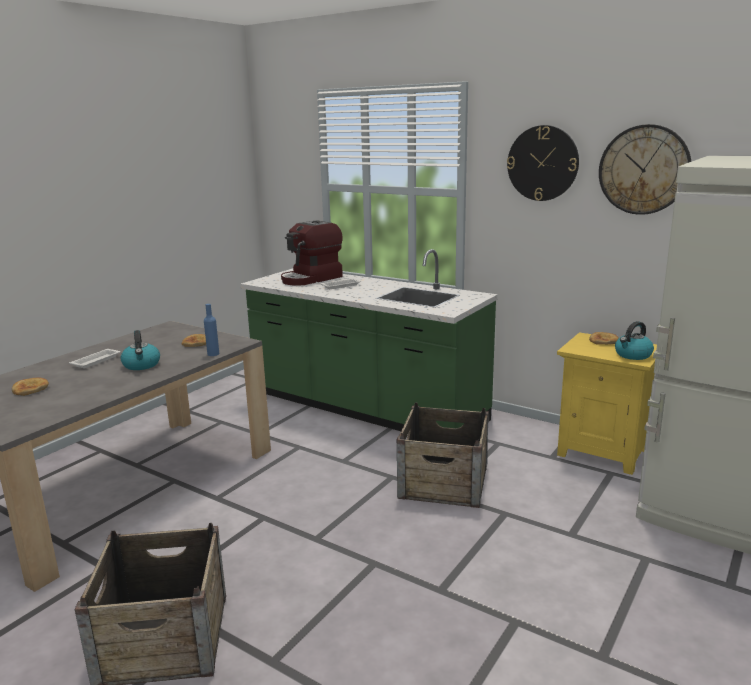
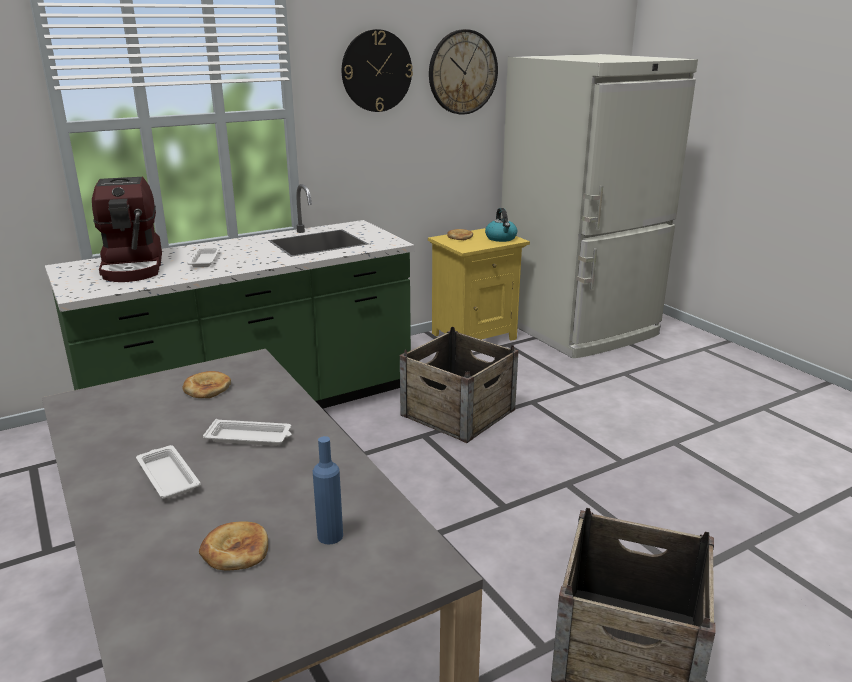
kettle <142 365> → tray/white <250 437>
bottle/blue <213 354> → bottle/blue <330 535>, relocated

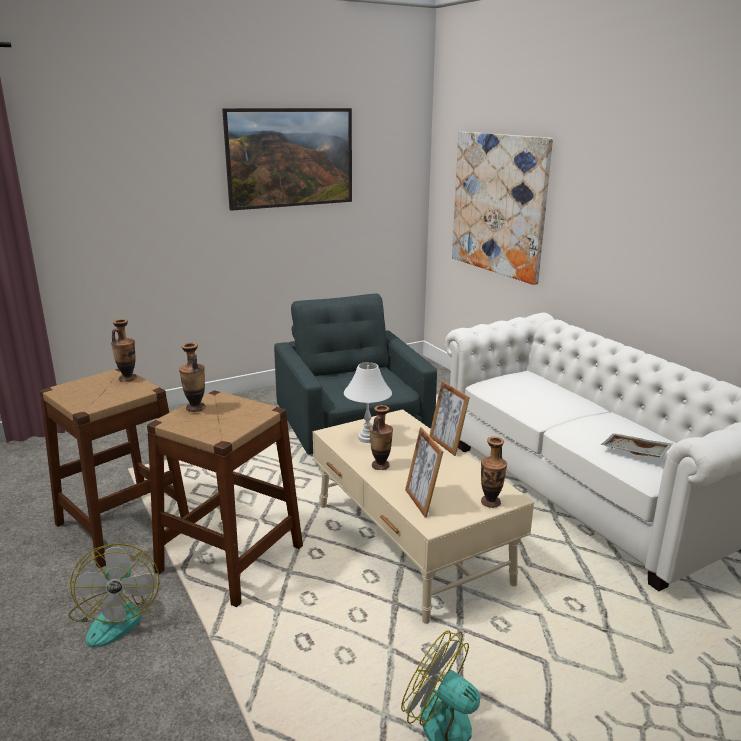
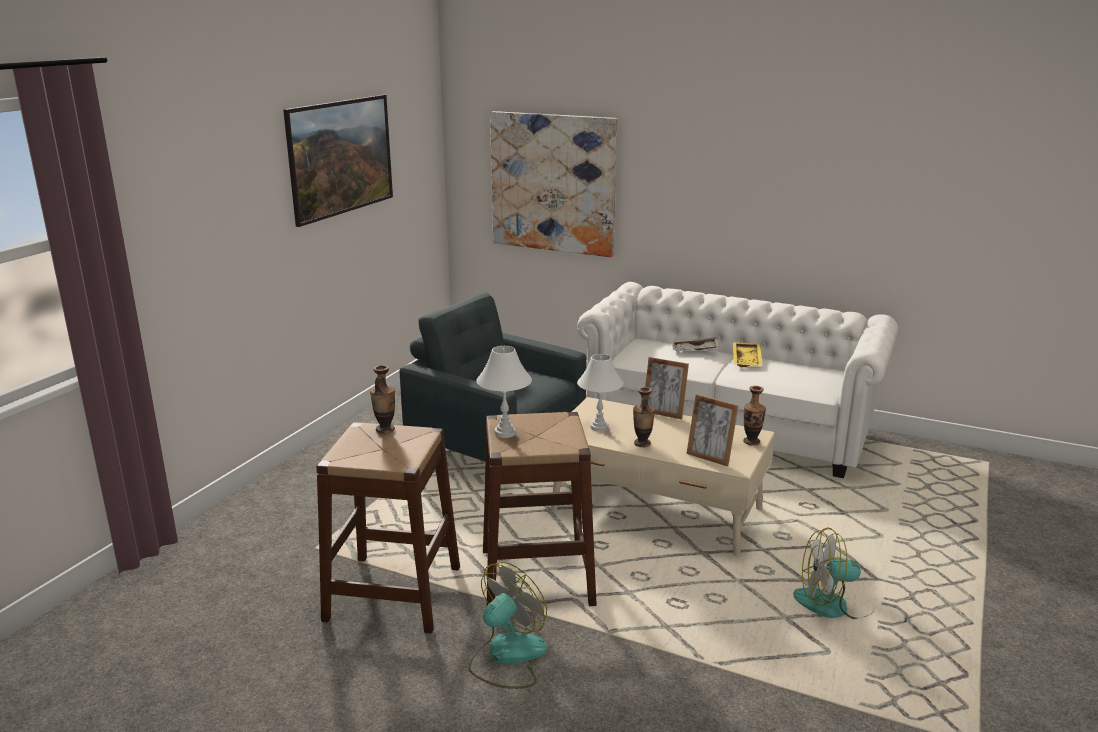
fan <115 616> → fan <507 656>, 90 degrees counterclockwise
vase <195 408> → table lamp/white <504 433>
tray/grey <634 453> → tray/grey <694 350>, relocated
- → tray/yellow <747 360>

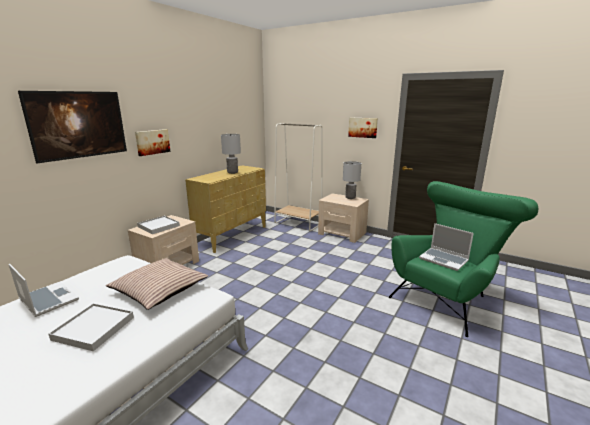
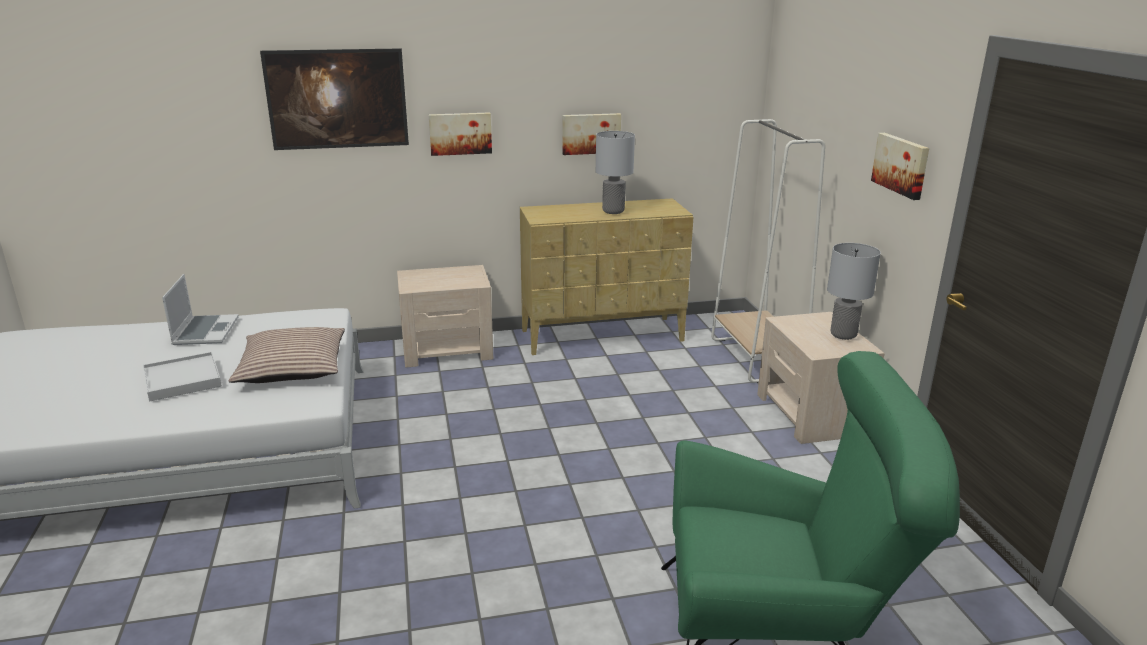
- → picture <591 133>
tray/white <159 226> → -
laptop <444 260> → -

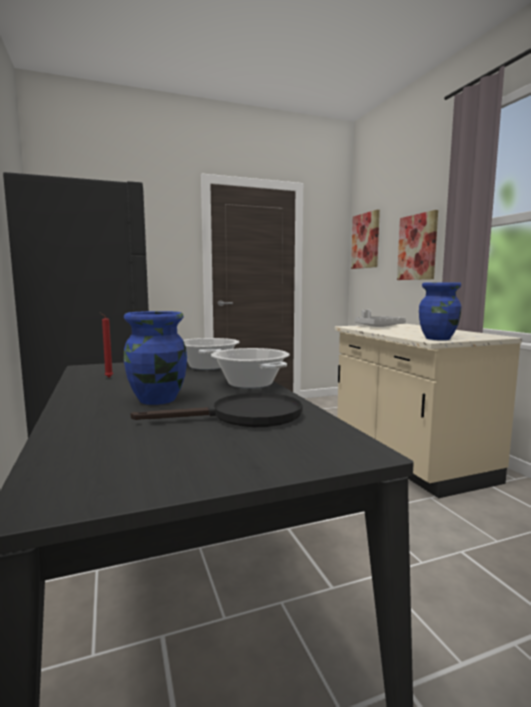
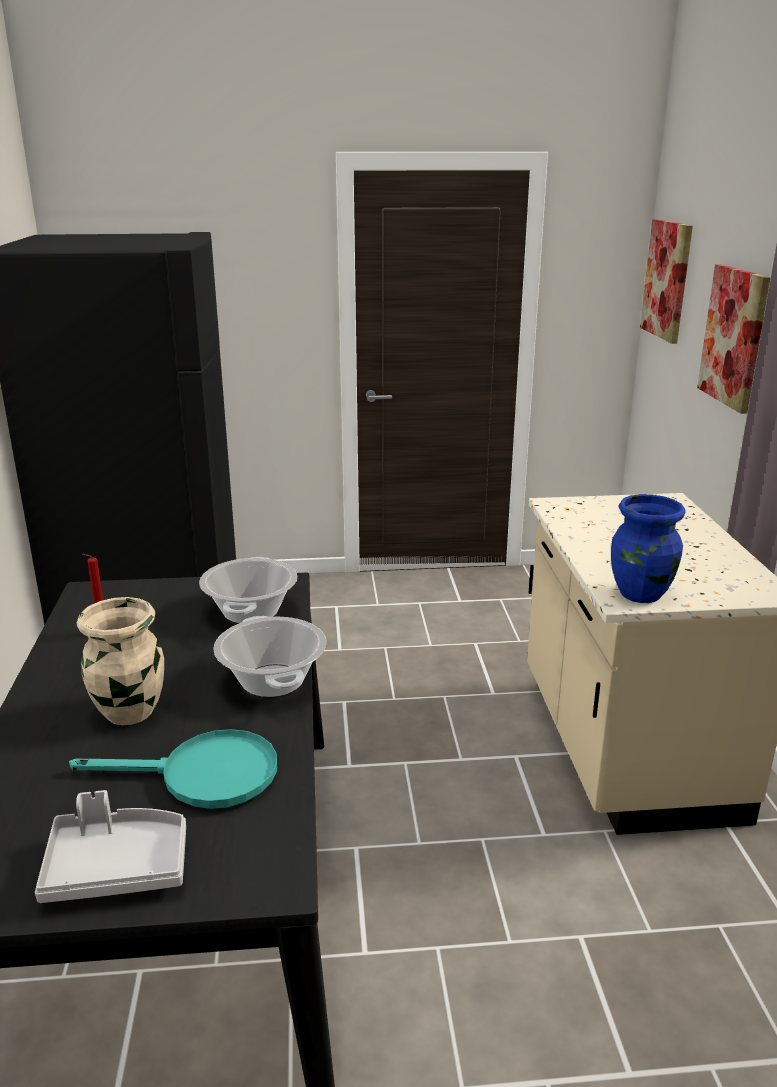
tray/grey <379 327> → tray/grey <117 867>, relocated
frying pan/black <243 416> → frying pan/turquoise <203 775>
vase/blue <157 400> → vase/beige <129 712>

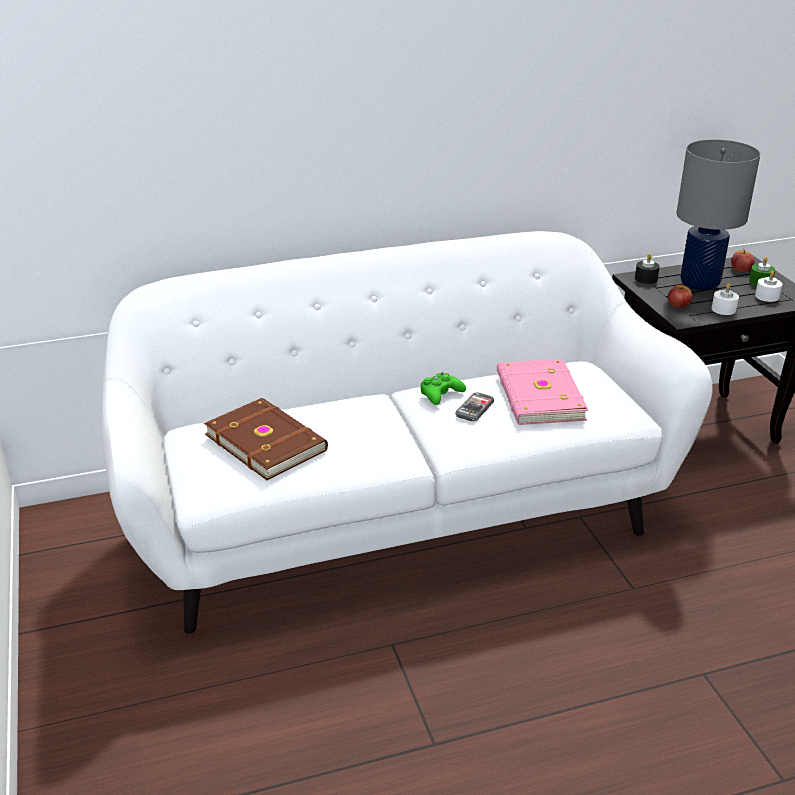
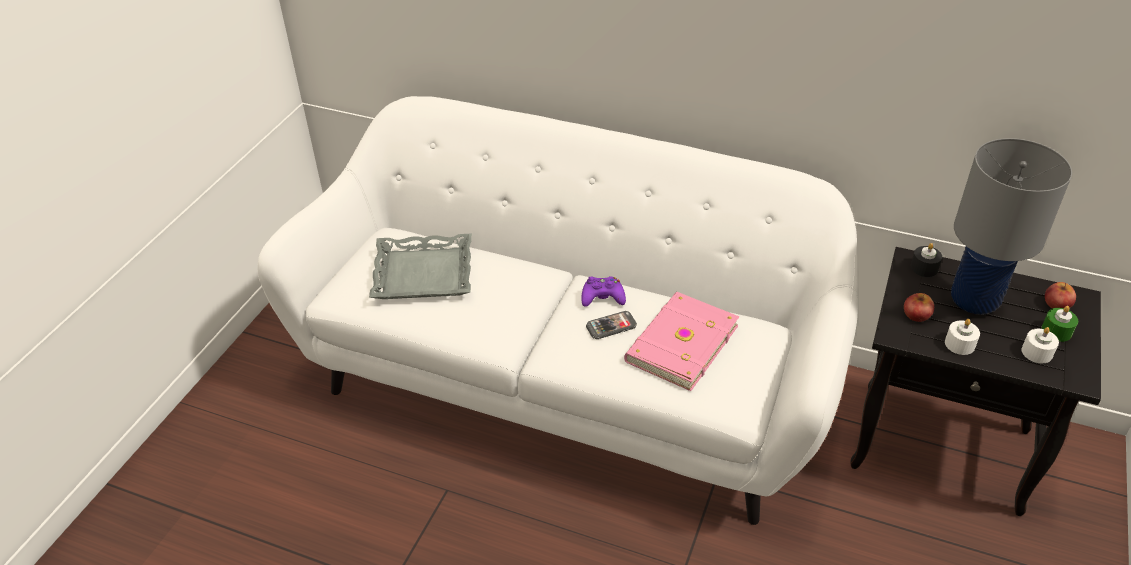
book/brown <267 441> → tray/grey <423 273>
game controller/green <440 394> → game controller/purple <602 297>

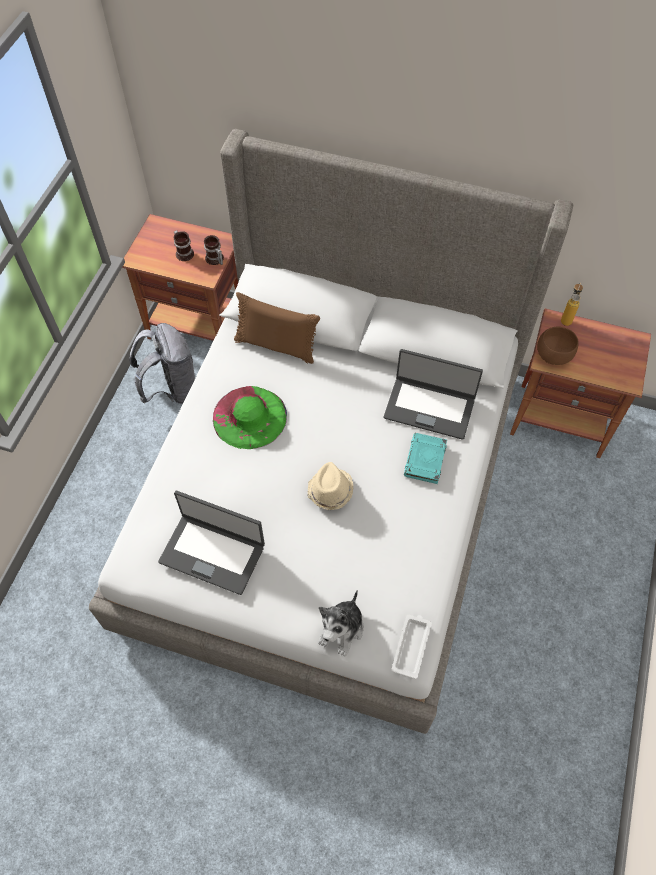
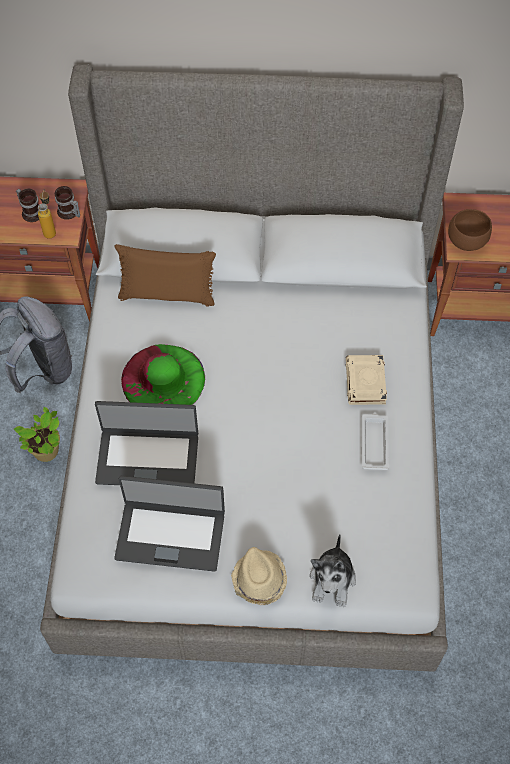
- → potted plant <48 452>
bottle <567 318> → bottle <50 230>, relocated
laptop <429 407> → laptop <147 457>, relocated
hat/beige <330 491> → hat/beige <259 580>, relocated
book/turquoise <425 460> → book/beige <366 382>
tray/white <411 646> → tray/white <374 443>, relocated

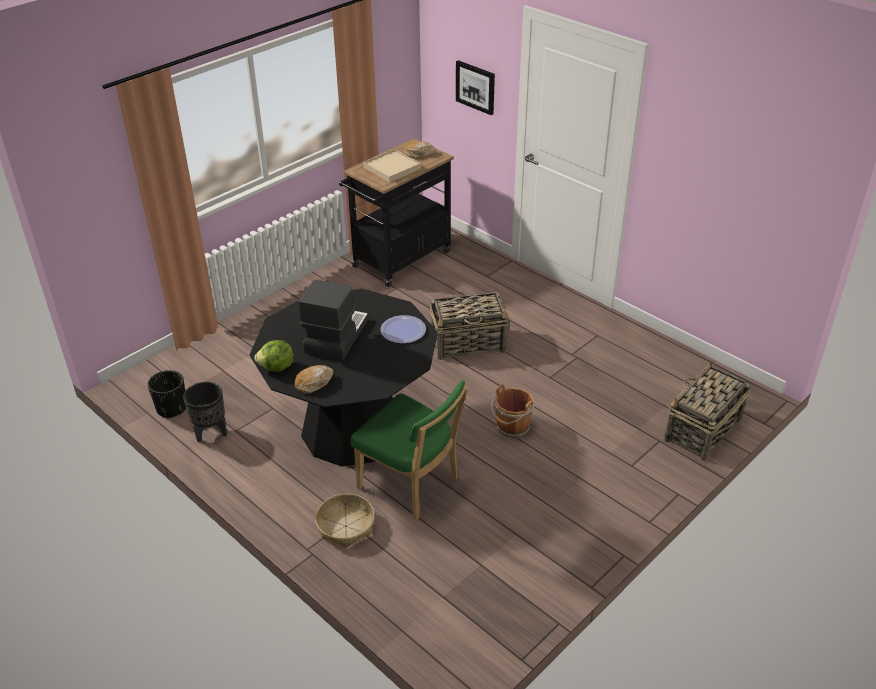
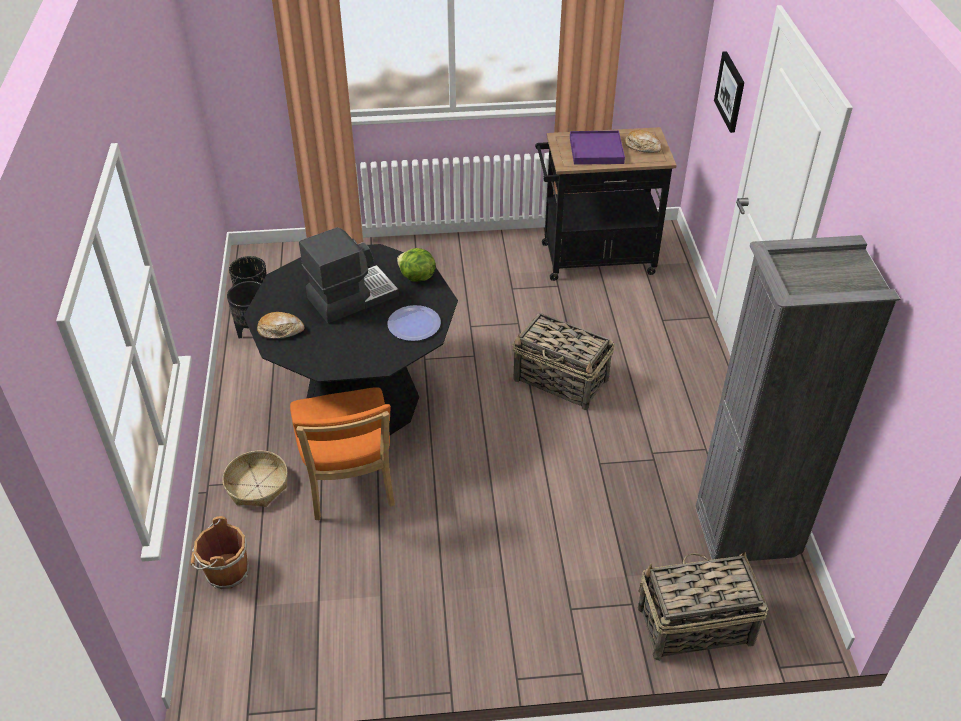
bucket/brown <512 427> → bucket/brown <225 572>, relocated
chair/green <411 485> → chair/orange <349 486>
lettuce <277 368> → lettuce <416 277>, relocated
tray/beige <392 168> → tray/purple <596 150>
- → cabinet/grey <746 532>

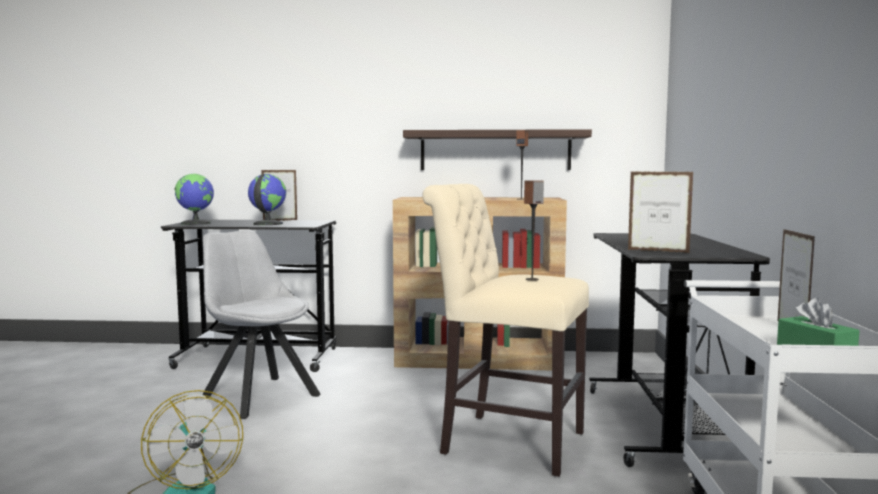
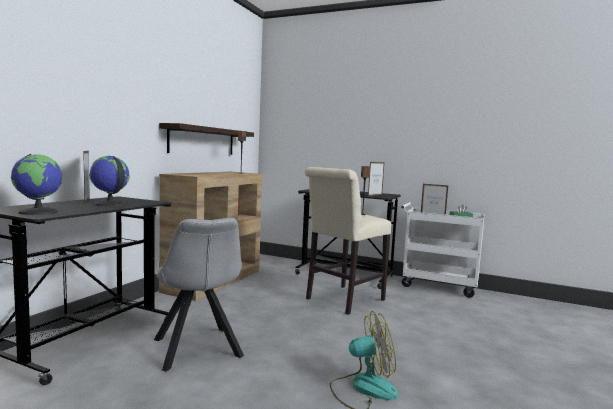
chair/grey <259 396> → chair/grey <198 349>, 90 degrees counterclockwise

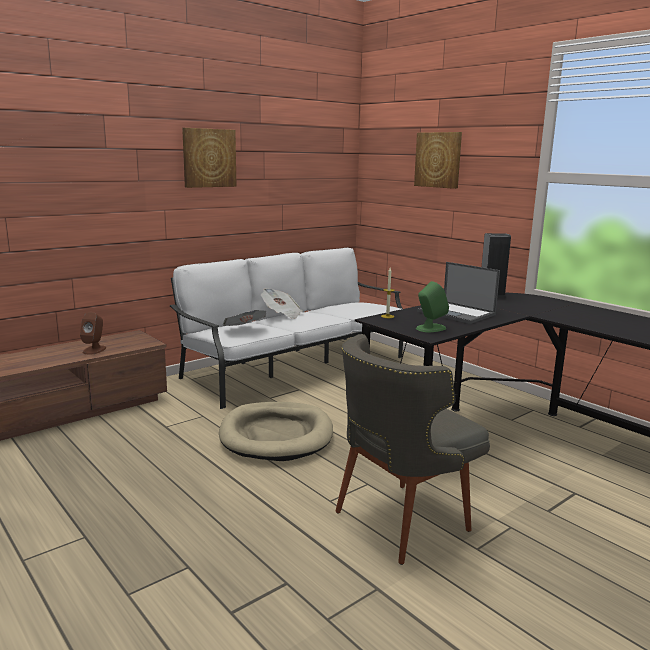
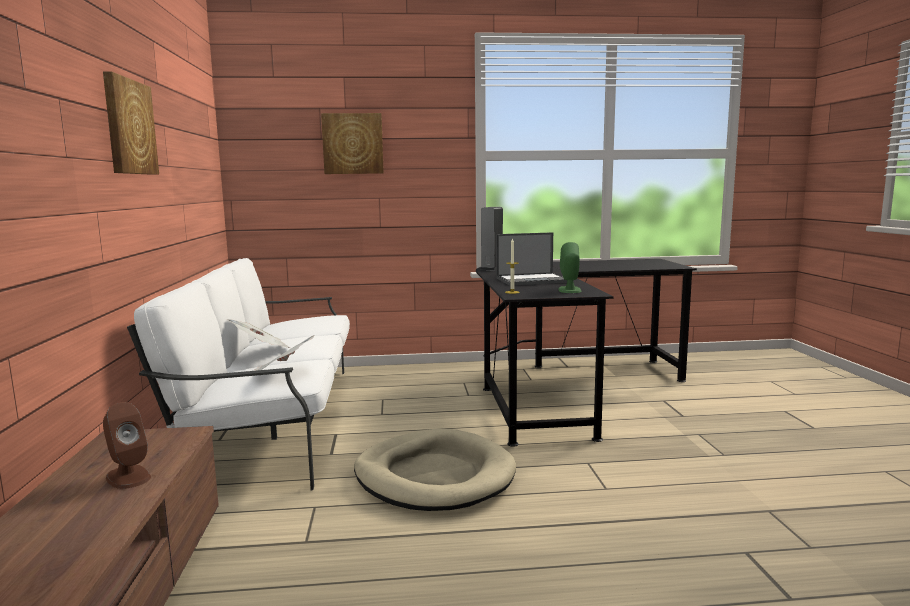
chair/grey <402 521> → -

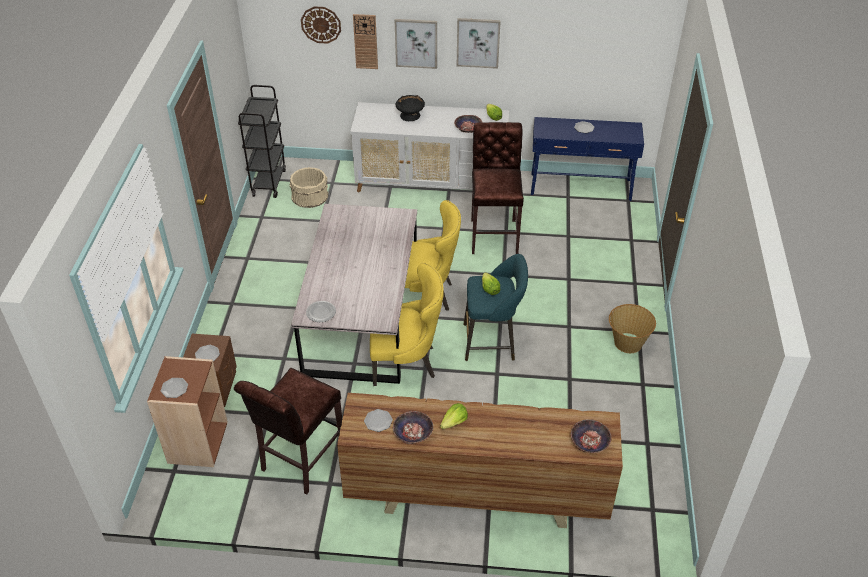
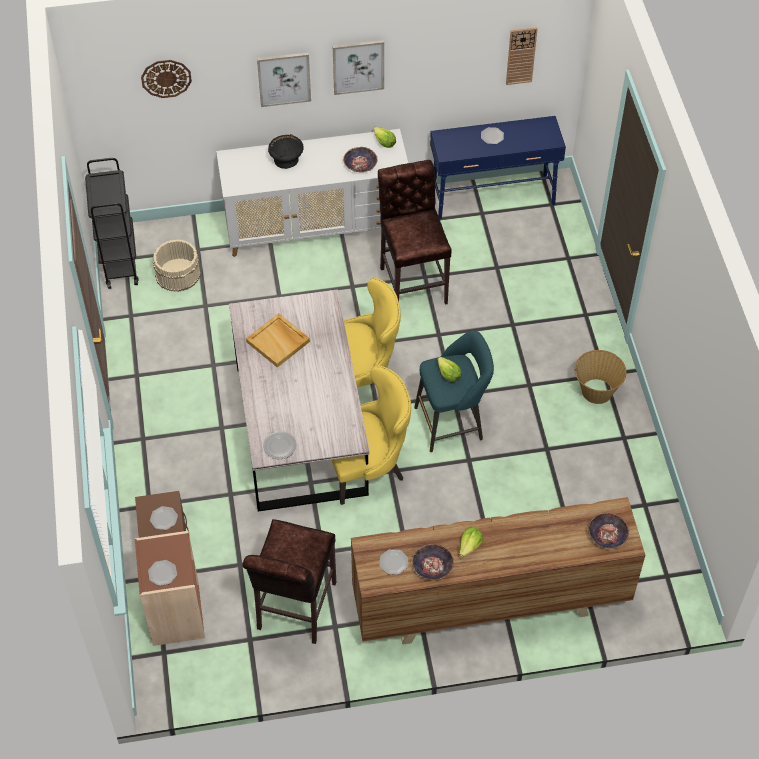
- → tray/beige <278 342>
wall clock <365 41> → wall clock <521 55>, relocated

